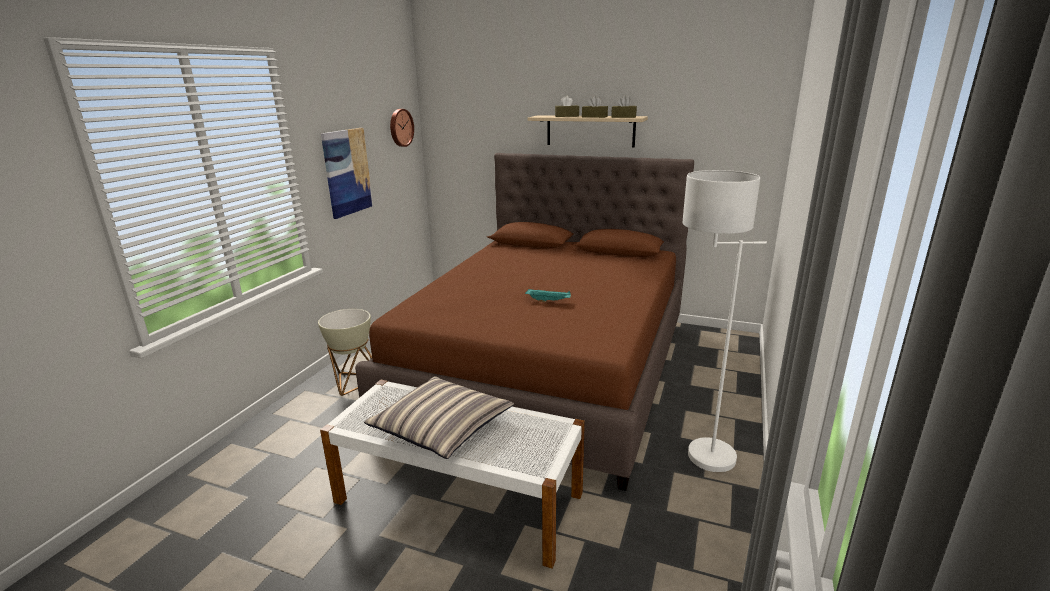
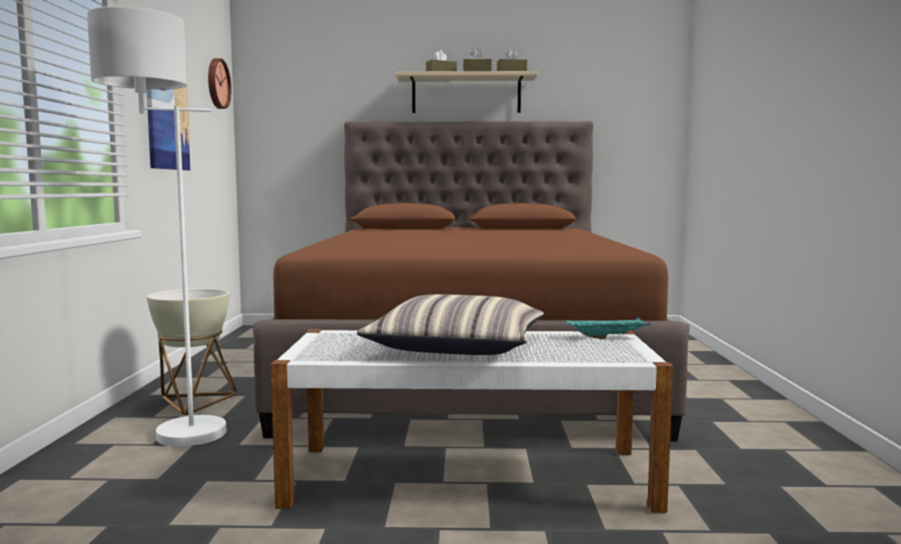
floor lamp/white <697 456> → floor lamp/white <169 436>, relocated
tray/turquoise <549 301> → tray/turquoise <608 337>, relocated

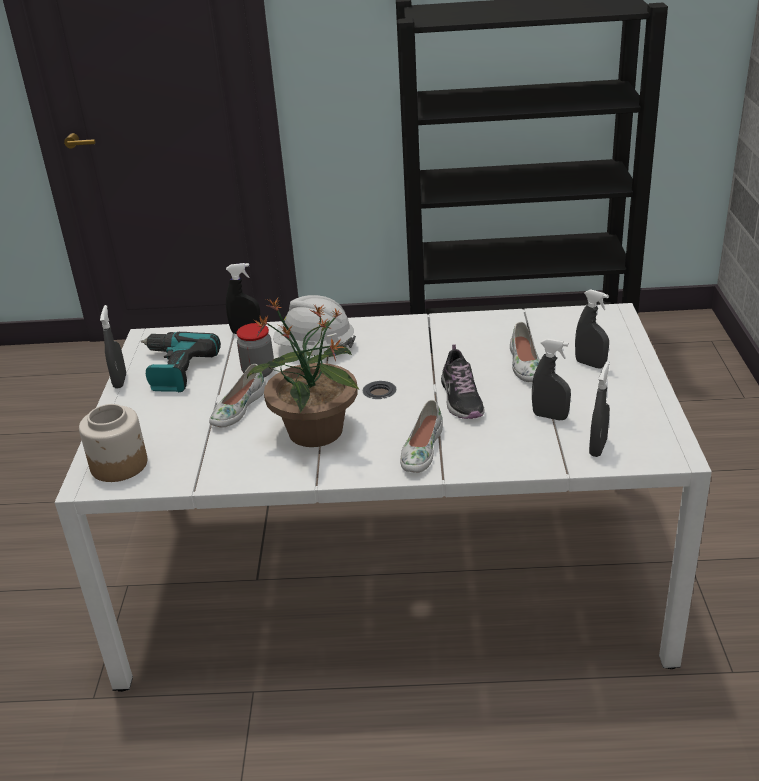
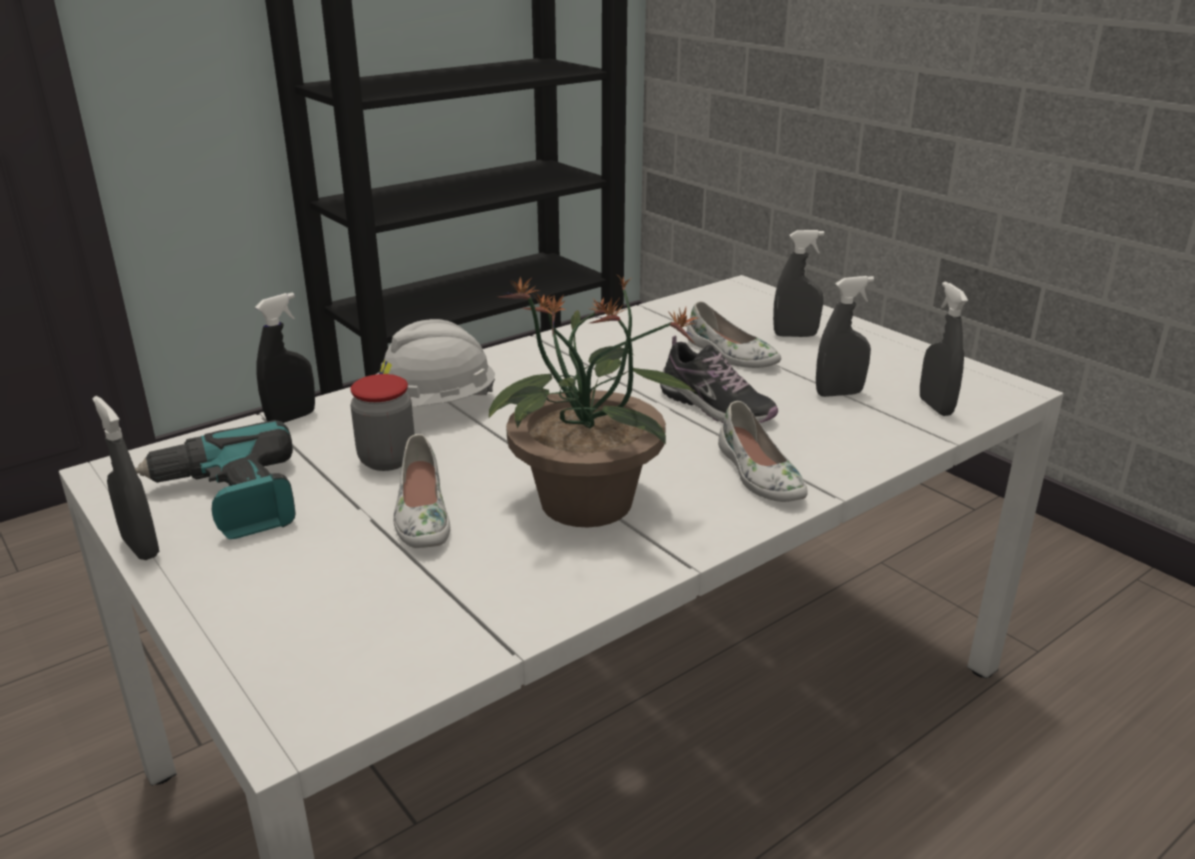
jar <120 464> → -

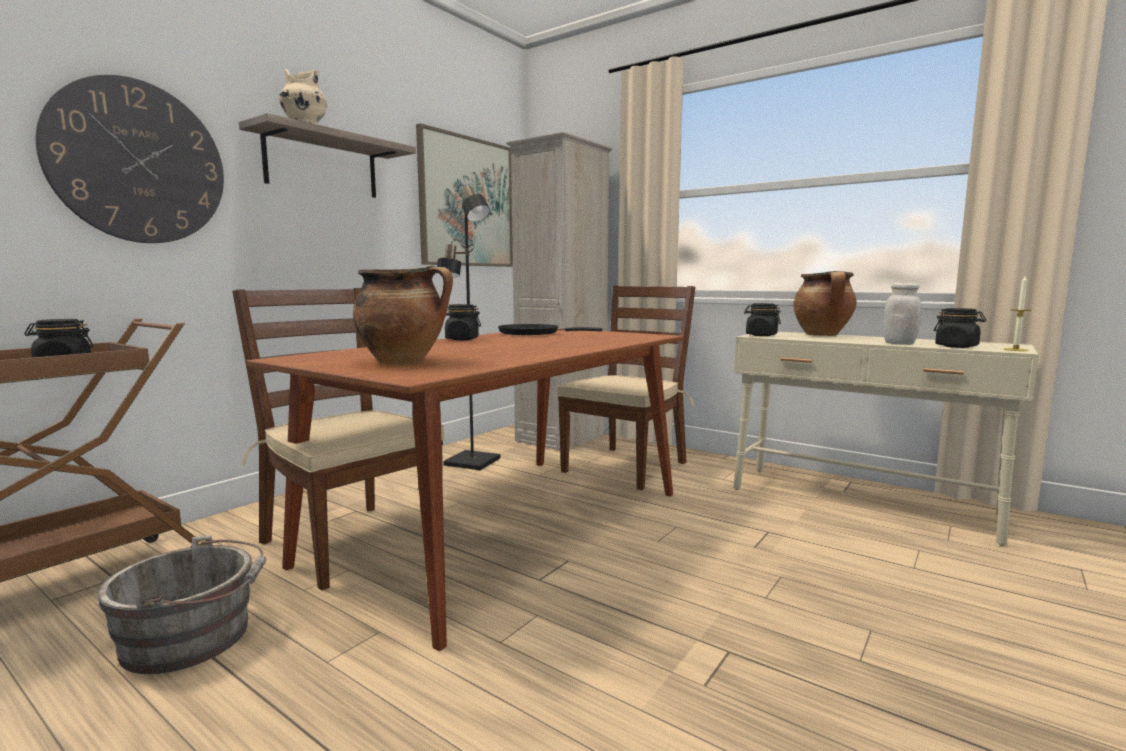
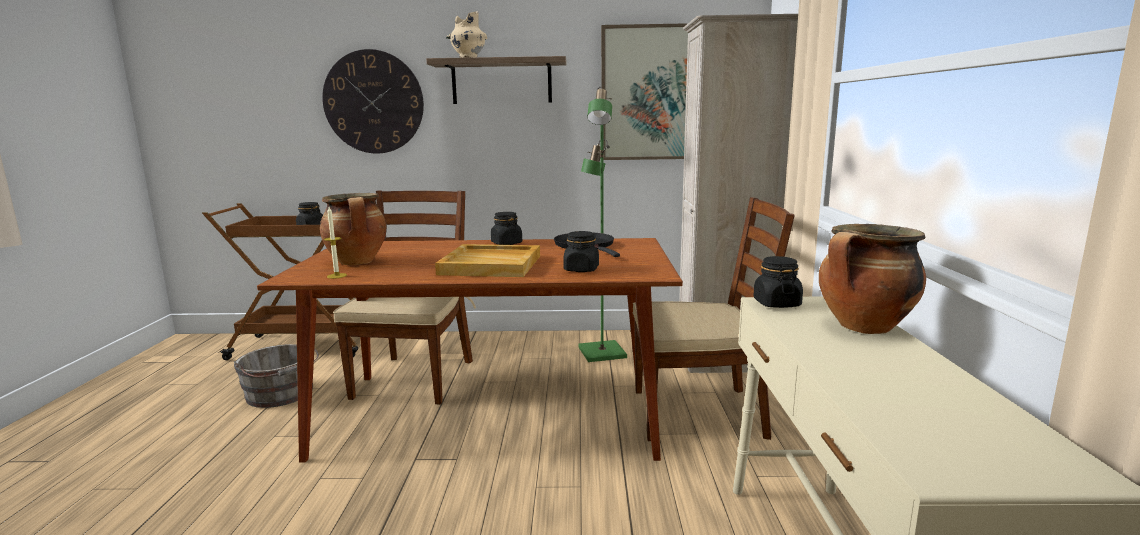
candle <1015 350> → candle <337 276>, relocated
- → tray/beige <492 265>
jar/black <957 346> → jar/black <581 269>, relocated
floor lamp/black <472 461> → floor lamp/green <602 352>
jar/white <899 343> → -

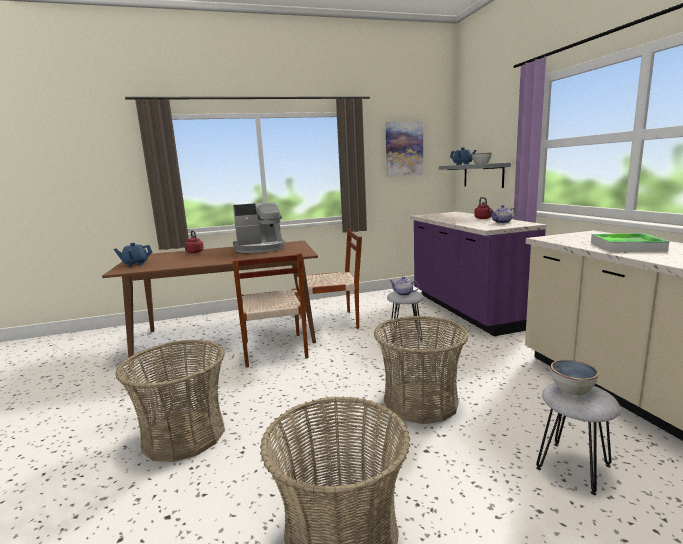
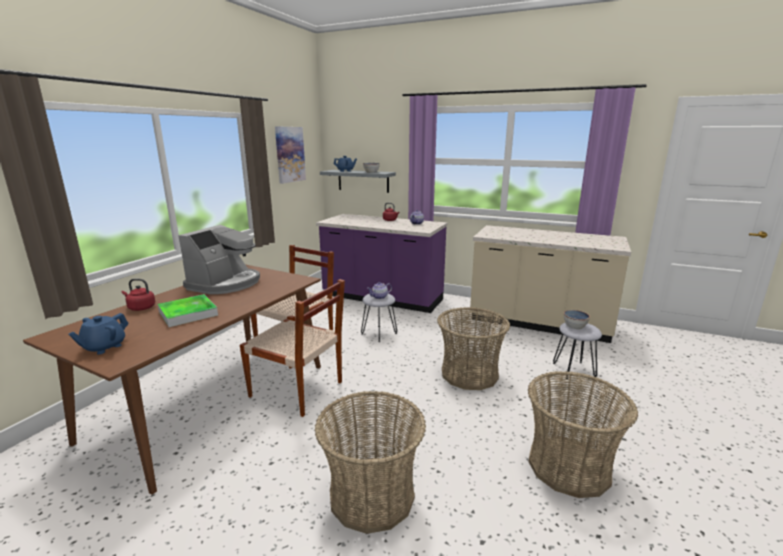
tray <626 247> → tray <188 313>, relocated

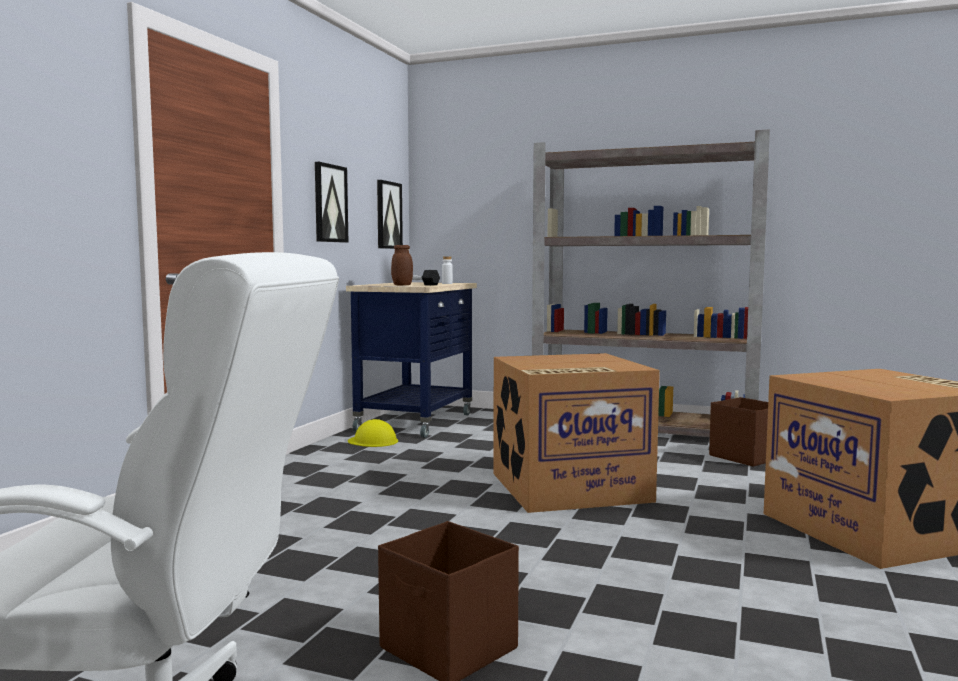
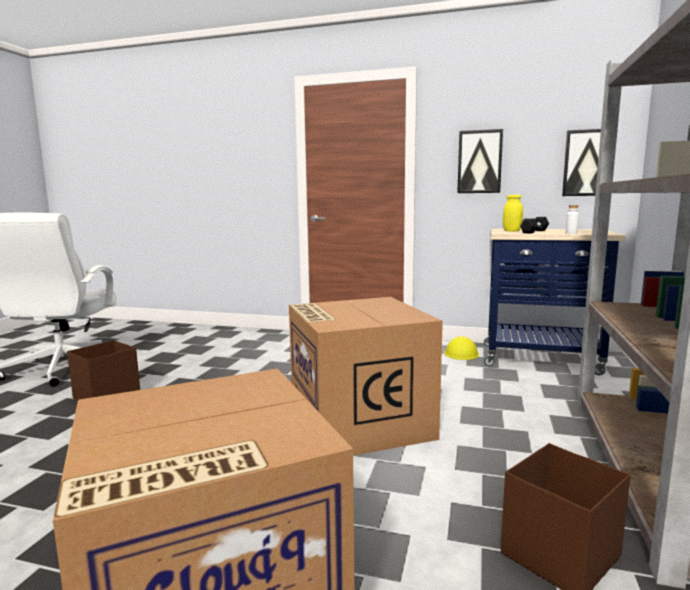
jar/brown <402 285> → jar/yellow <511 231>

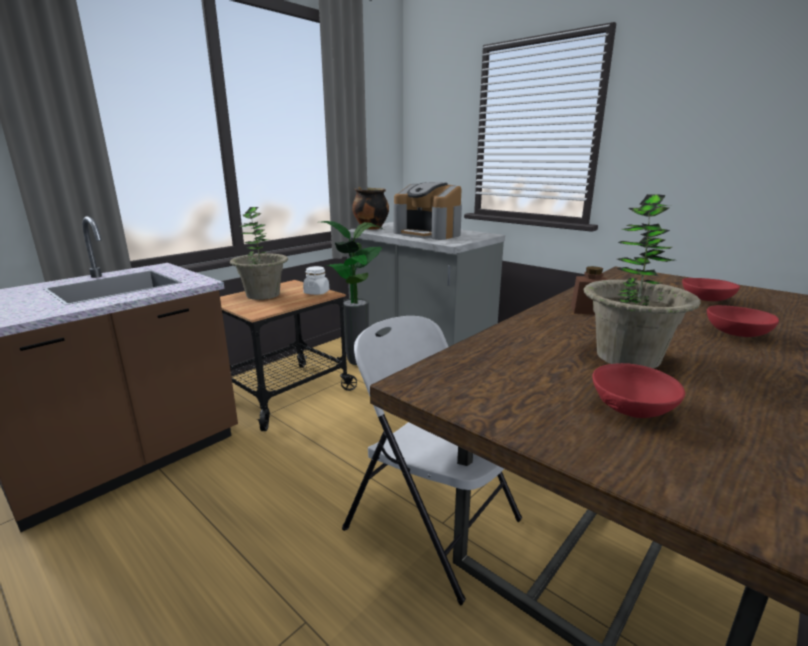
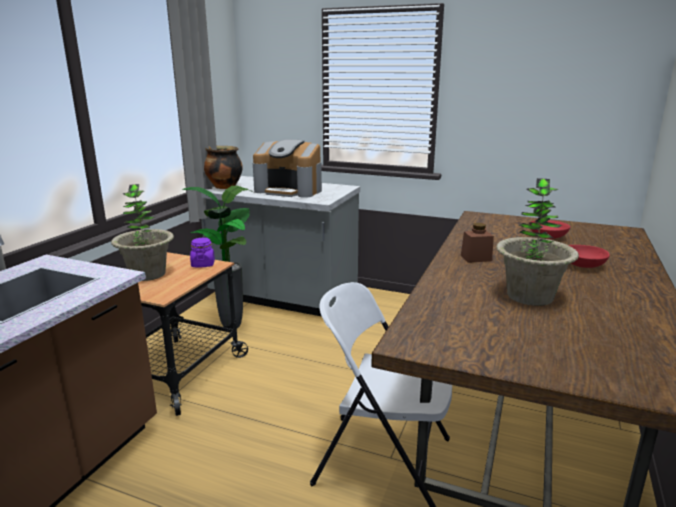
jar/white <316 292> → jar/purple <203 264>
bowl/red <633 409> → -

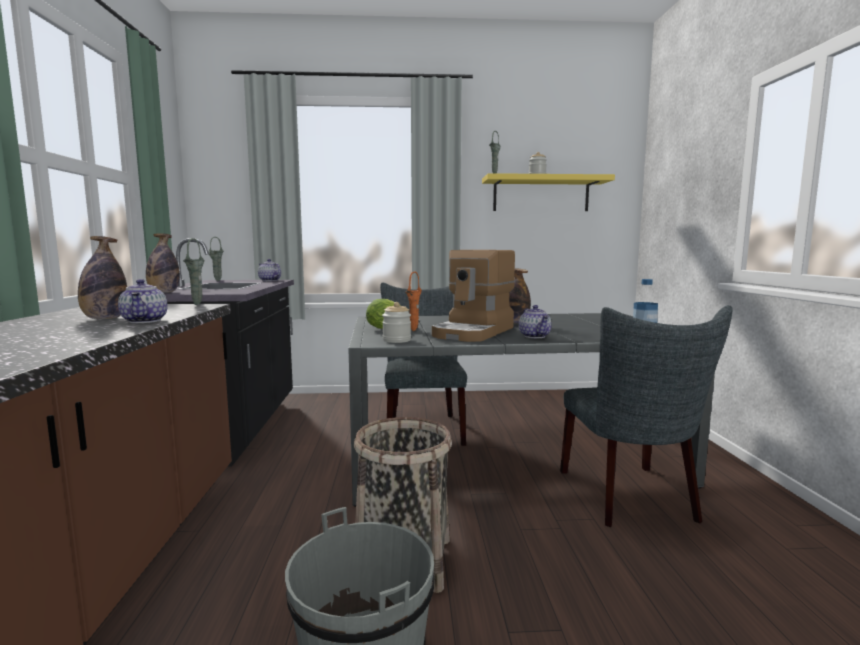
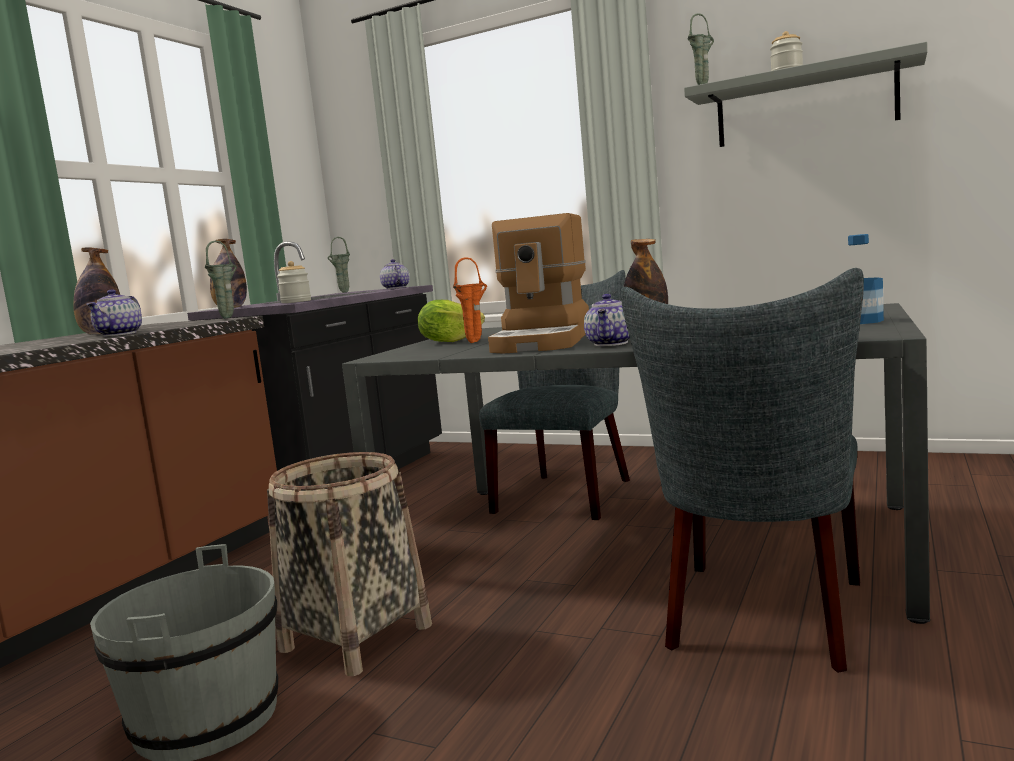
jar <396 340> → jar <296 302>, relocated
coffee machine <474 332> → coffee machine <544 341>, 45 degrees counterclockwise
shelf/yellow <541 195> → shelf/grey <804 105>

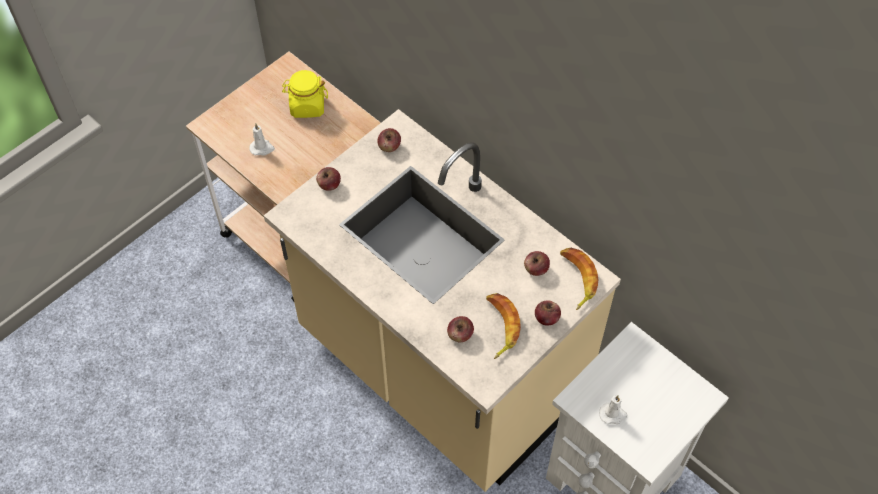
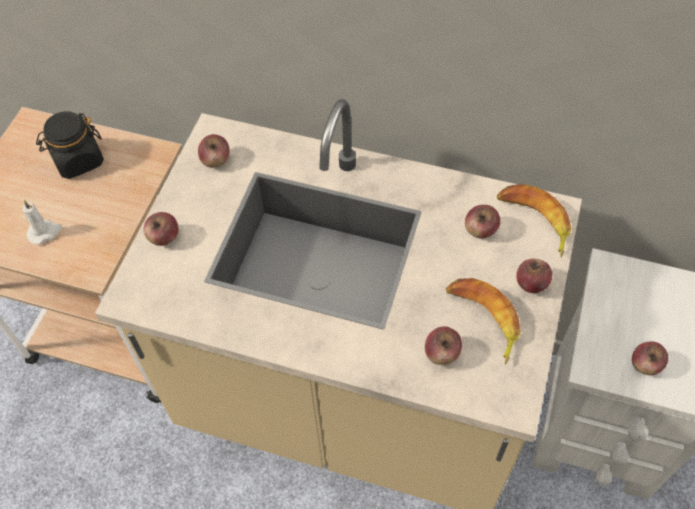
jar/yellow <307 106> → jar/black <78 160>
candle/white <613 414> → apple <645 365>

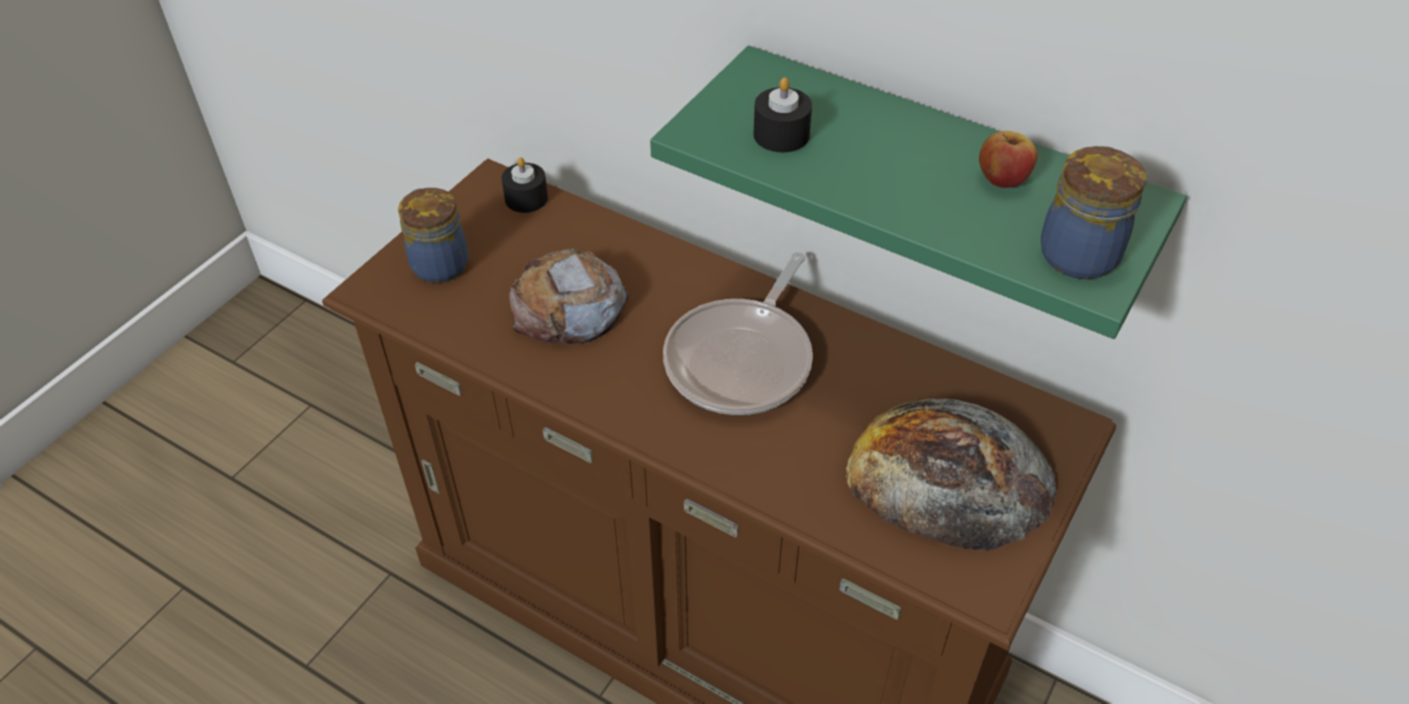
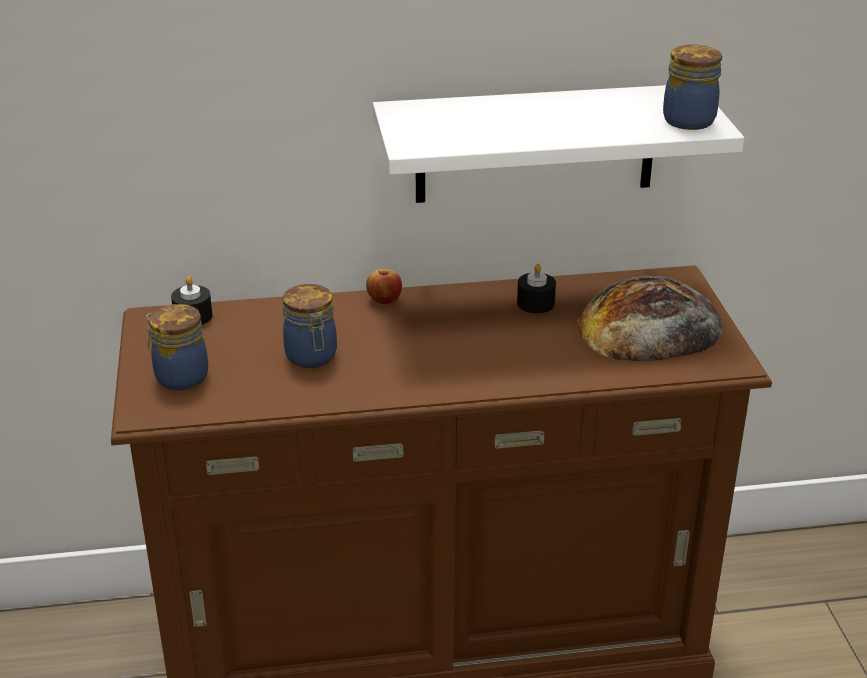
bread <568 307> → jar <311 357>
apple <1002 179> → apple <384 300>, relocated
shelf/green <940 176> → shelf/white <535 143>
candle/black <781 134> → candle/black <535 303>, relocated
frying pan <743 359> → -

